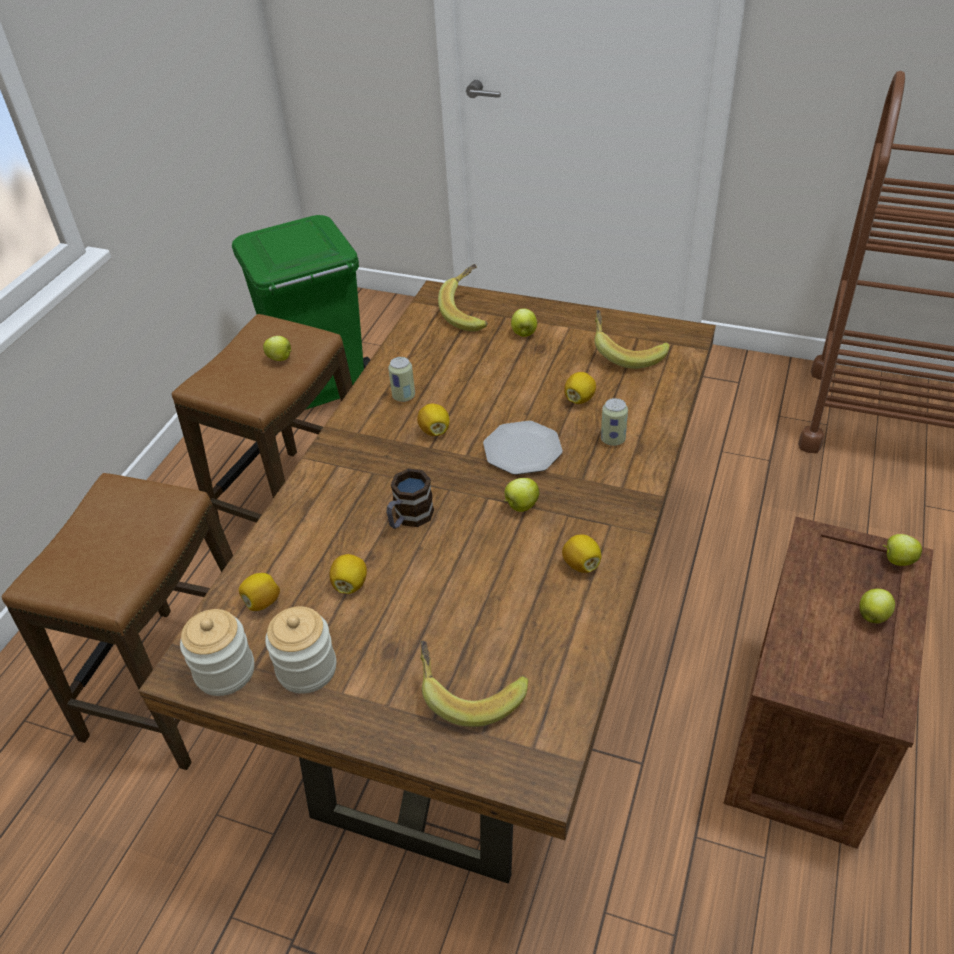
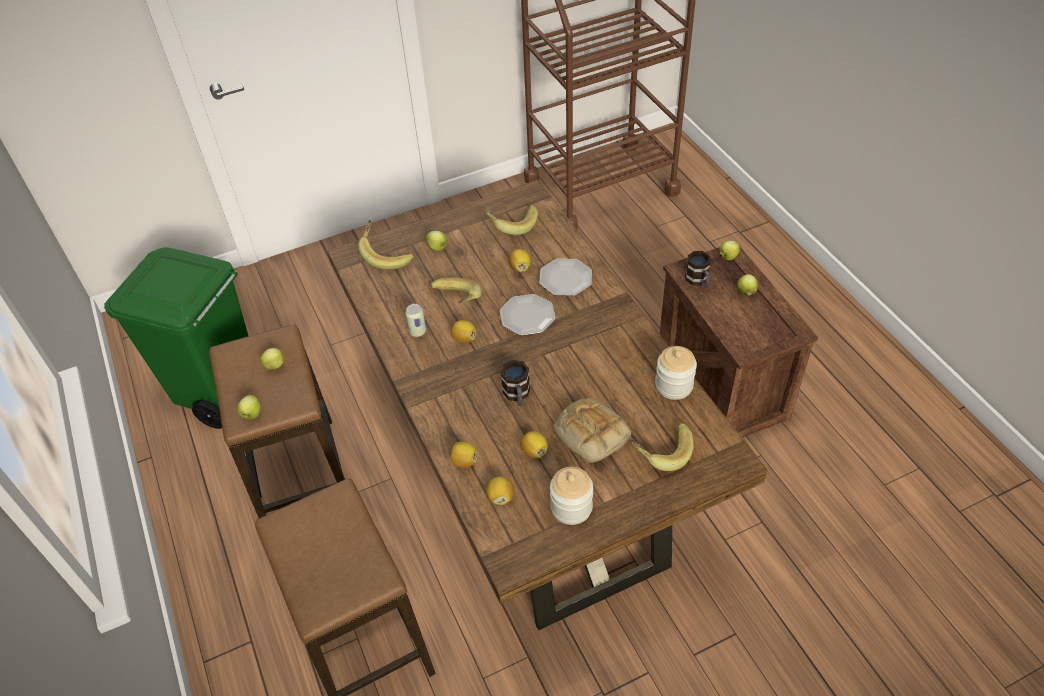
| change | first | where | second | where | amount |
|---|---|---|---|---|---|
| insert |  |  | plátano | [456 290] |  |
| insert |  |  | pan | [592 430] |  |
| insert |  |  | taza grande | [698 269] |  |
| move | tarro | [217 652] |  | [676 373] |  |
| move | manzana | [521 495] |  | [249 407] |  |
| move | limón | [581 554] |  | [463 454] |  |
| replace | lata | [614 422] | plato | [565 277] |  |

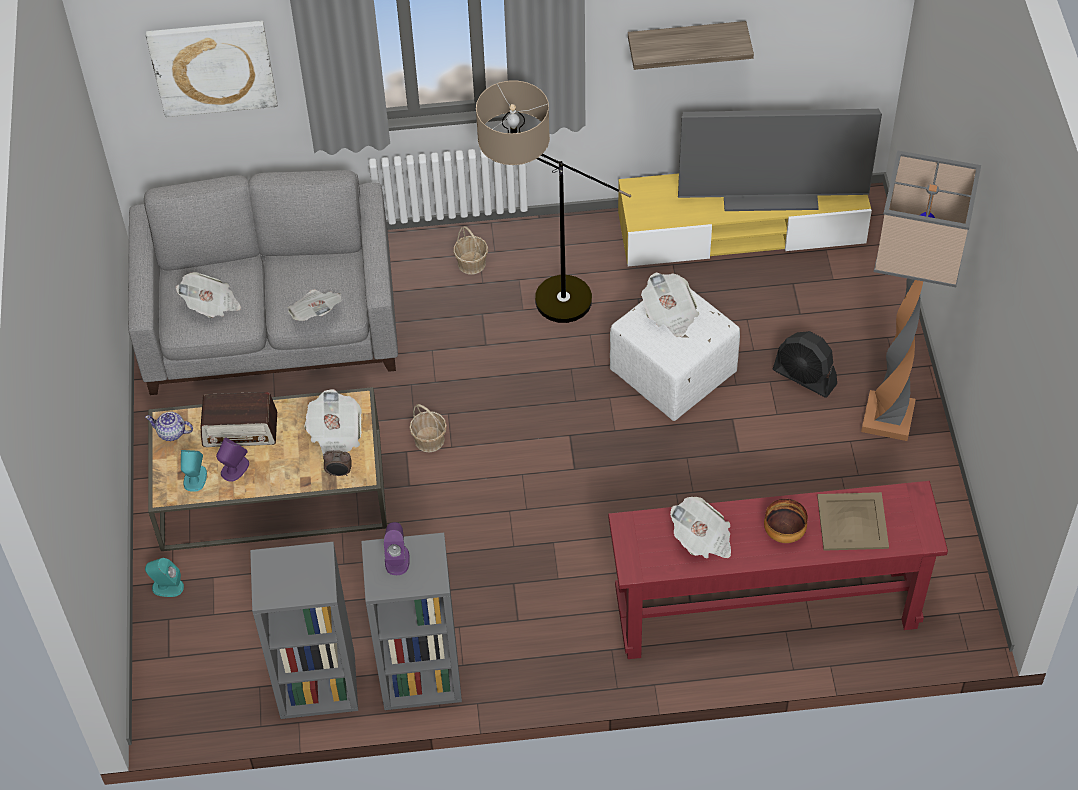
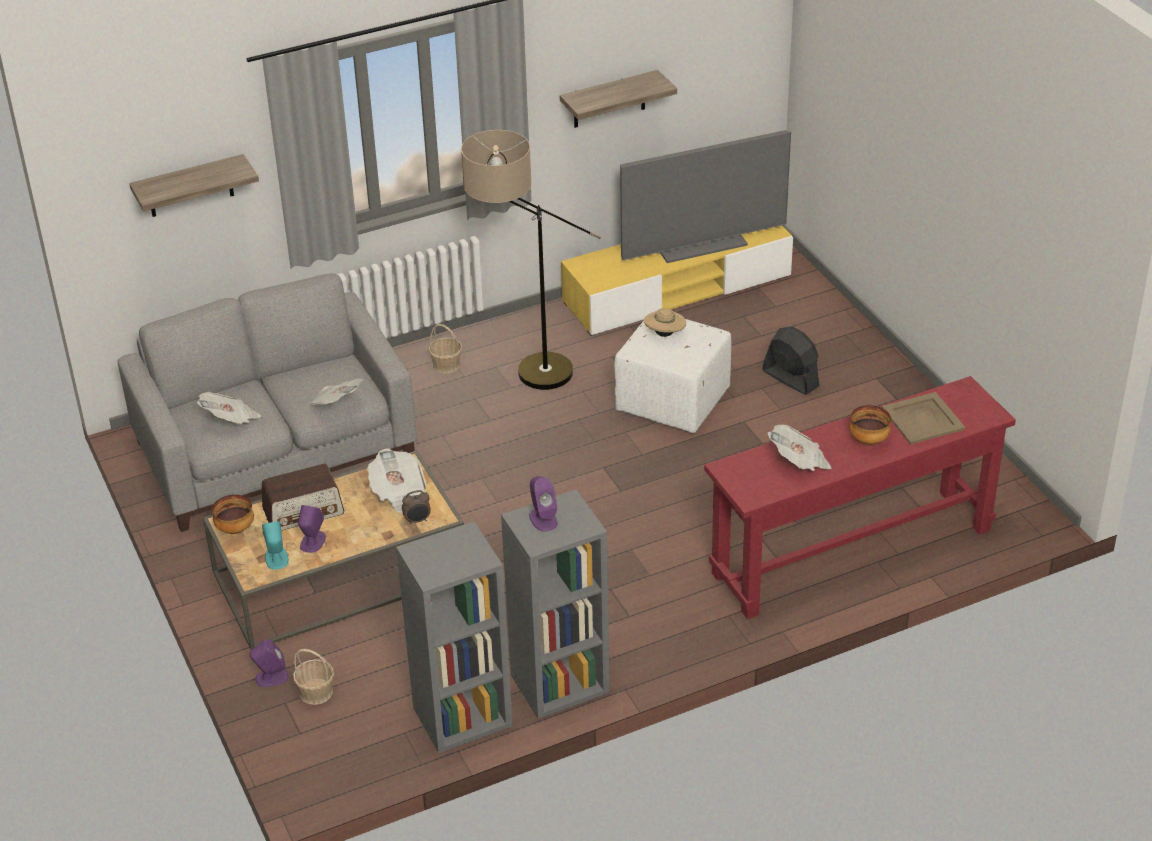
| change | first | where | second | where | amount |
|---|---|---|---|---|---|
| delete | lámpara de pie | [921 296] |  |  |  |
| move | cesta | [428 428] |  | [313 677] |  |
| replace | tetera | [169 426] | cuenco | [233 514] |  |
| replace | cuadro | [212 69] | estante | [194 185] |  |
| replace | periódico | [670 304] | sombrero/beis | [665 322] |  |
| recolor | altavoz/turquesa | [164 577] | altavoz/morado | [269 663] |  |
| rotate | ventilador/negro | [805 364] |  | [791 361] | 150 degrees counterclockwise |

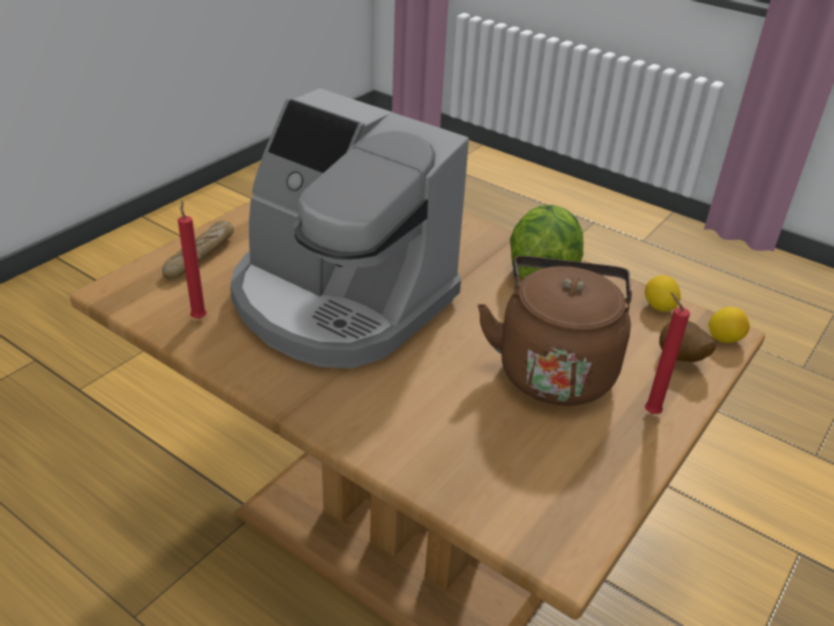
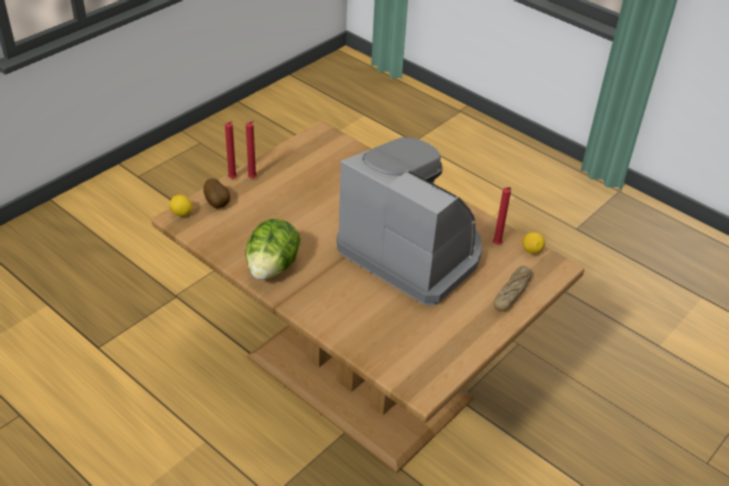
| change | first | where | second | where | amount |
|---|---|---|---|---|---|
| delete | hervidor/marrón | [555 331] |  |  |  |
| insert |  |  | vela/rojo | [231 150] |  |
| move | limón | [663 293] |  | [534 243] |  |

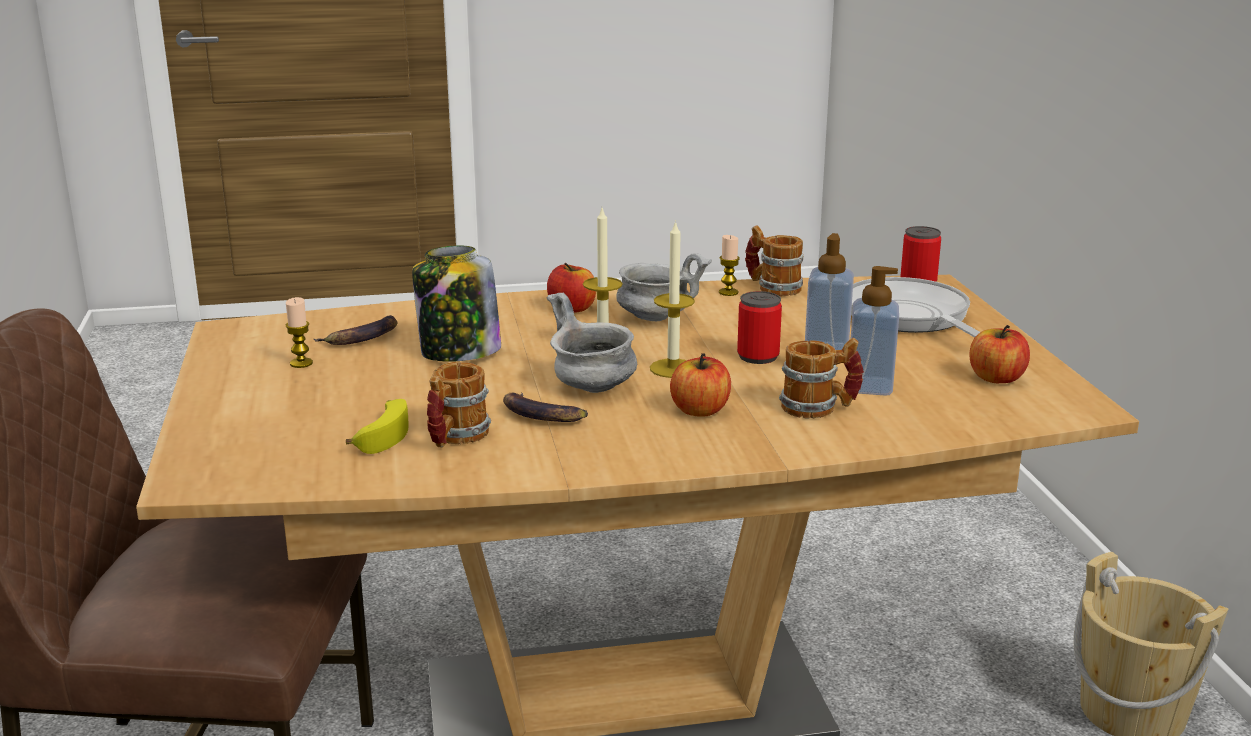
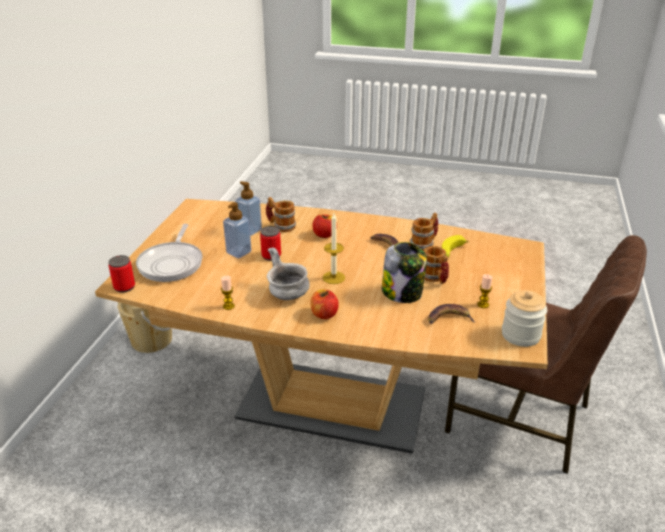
| change | first | where | second | where | amount |
|---|---|---|---|---|---|
| delete | cuenco/gris | [592 343] |  |  |  |
| delete | vela | [672 299] |  |  |  |
| delete | manzana | [999 354] |  |  |  |
| insert |  |  | tarro | [524 318] |  |
| move | taza grande | [774 260] |  | [436 265] |  |

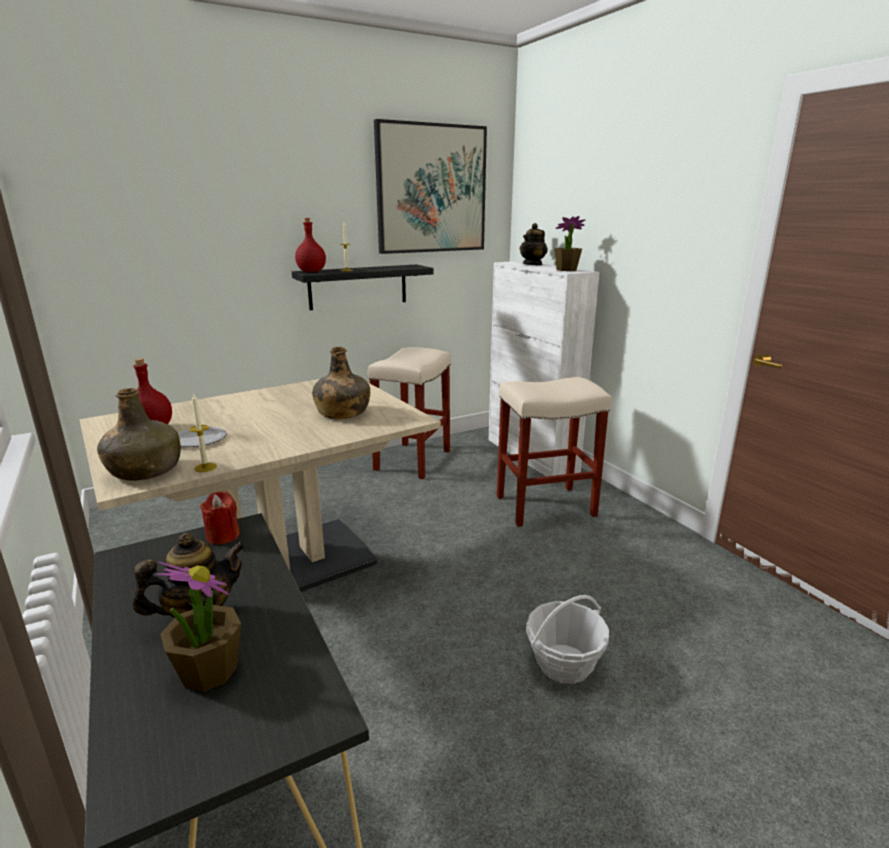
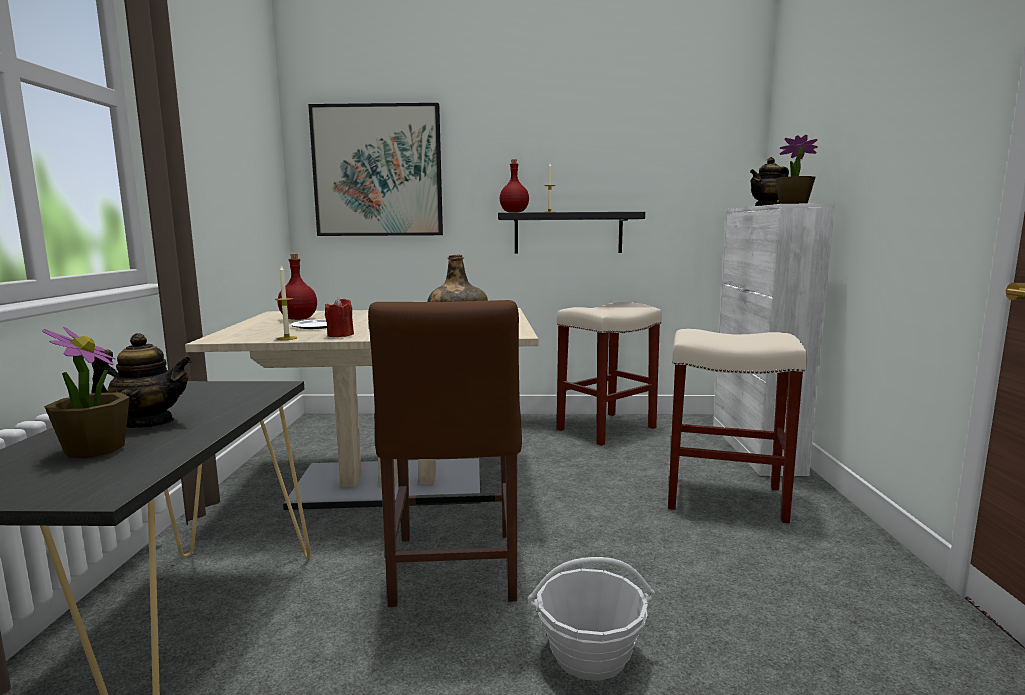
| change | first | where | second | where | amount |
|---|---|---|---|---|---|
| delete | botella/verde | [139 434] |  |  |  |
| insert |  |  | silla/marrón | [445 453] |  |
| move | vela/rojo | [220 518] |  | [339 317] |  |
| move | cuadro | [430 186] |  | [375 169] |  |

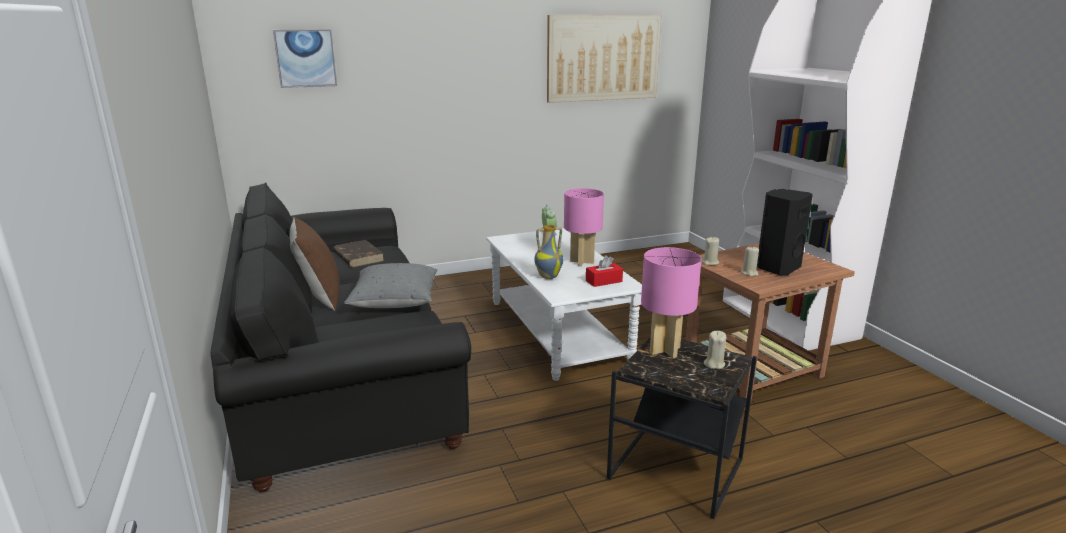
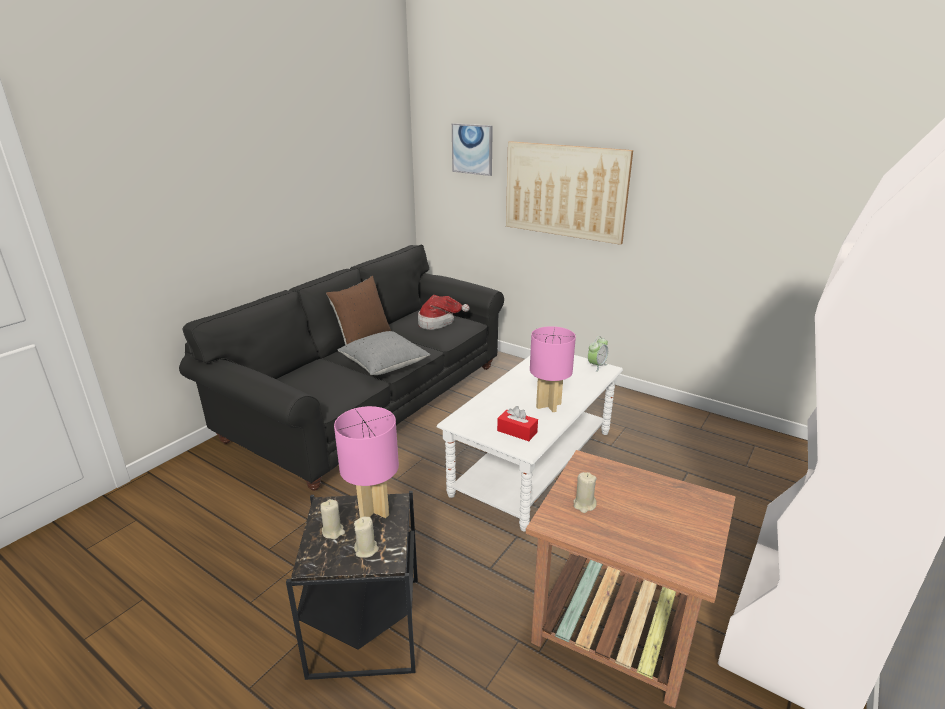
| change | first | where | second | where | amount |
|---|---|---|---|---|---|
| delete | florero | [548 252] |  |  |  |
| delete | altavoz/negro | [785 232] |  |  |  |
| move | cuadro | [604 59] |  | [569 193] |  |
| move | vela/beis | [710 251] |  | [332 519] |  |
| replace | libro/marrón | [358 253] | sombrero | [443 312] |  |

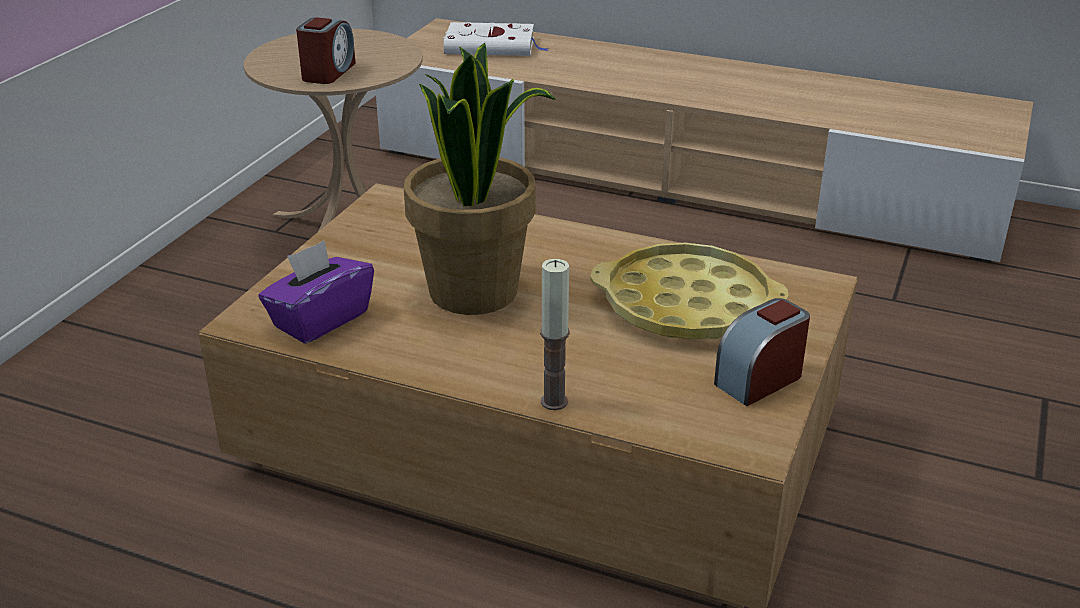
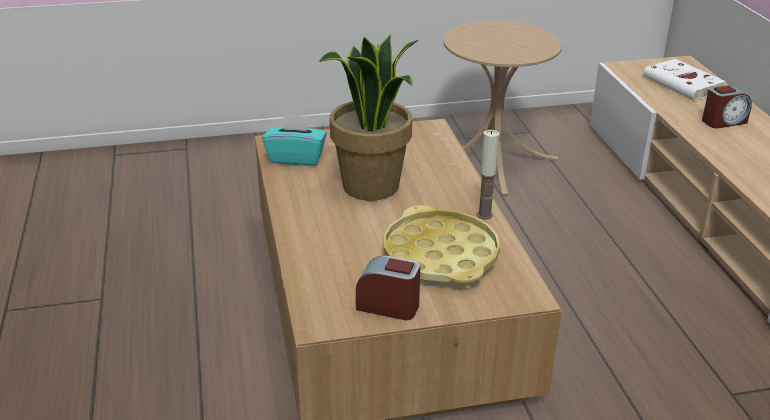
| change | first | where | second | where | amount |
|---|---|---|---|---|---|
| move | despertador | [326 50] |  | [727 106] |  |
| move | vela | [555 334] |  | [488 174] |  |
| recolor | caja de pañuelos/morado | [316 292] | caja de pañuelos/turquesa | [294 140] |  |

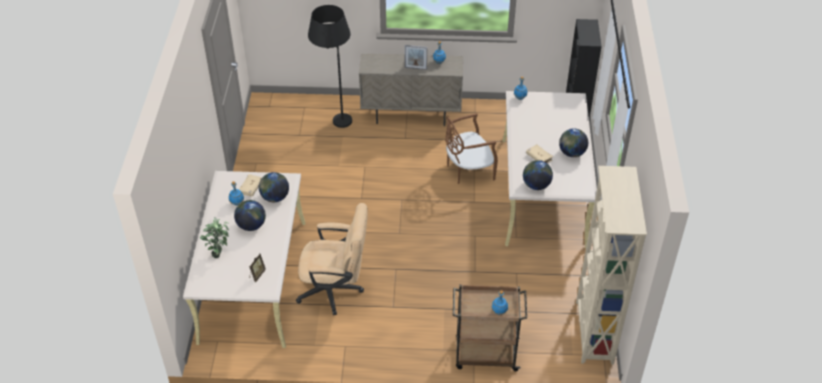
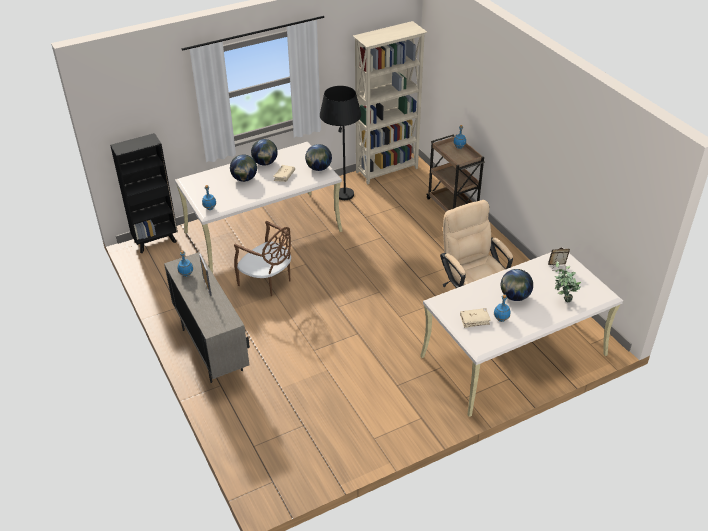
| change | first | where | second | where | amount |
|---|---|---|---|---|---|
| move | globo terráqueo | [274 187] |  | [243 168] |  |
| move | lámpara de pie/negro | [330 66] |  | [340 143] |  |

